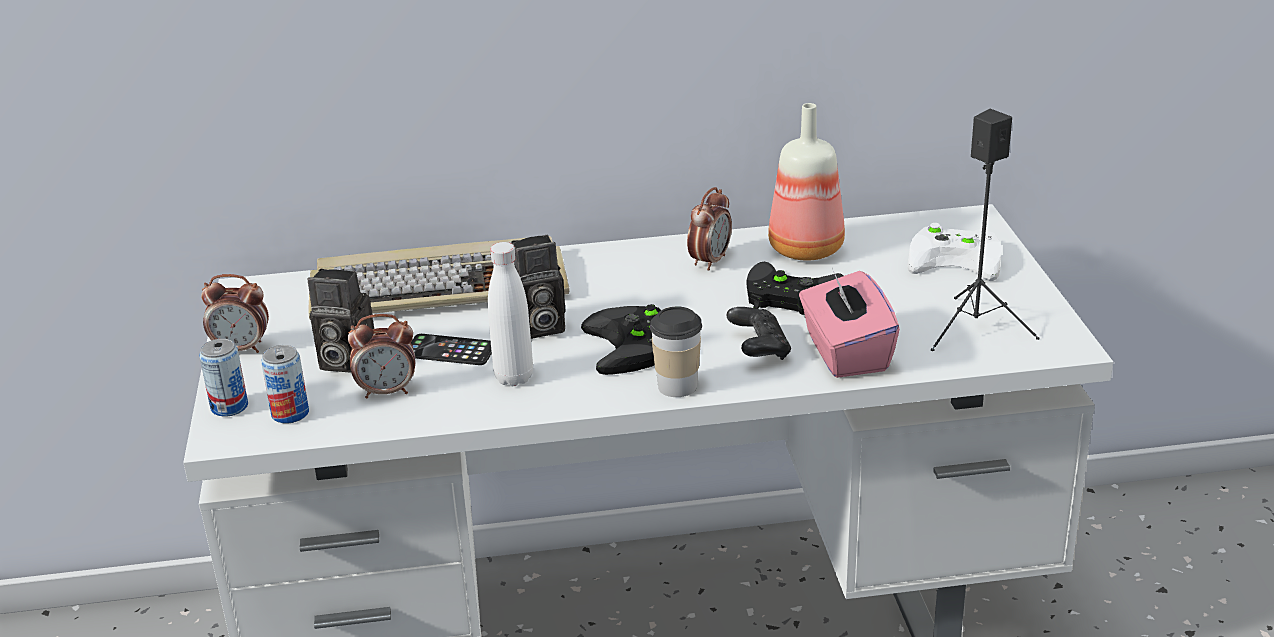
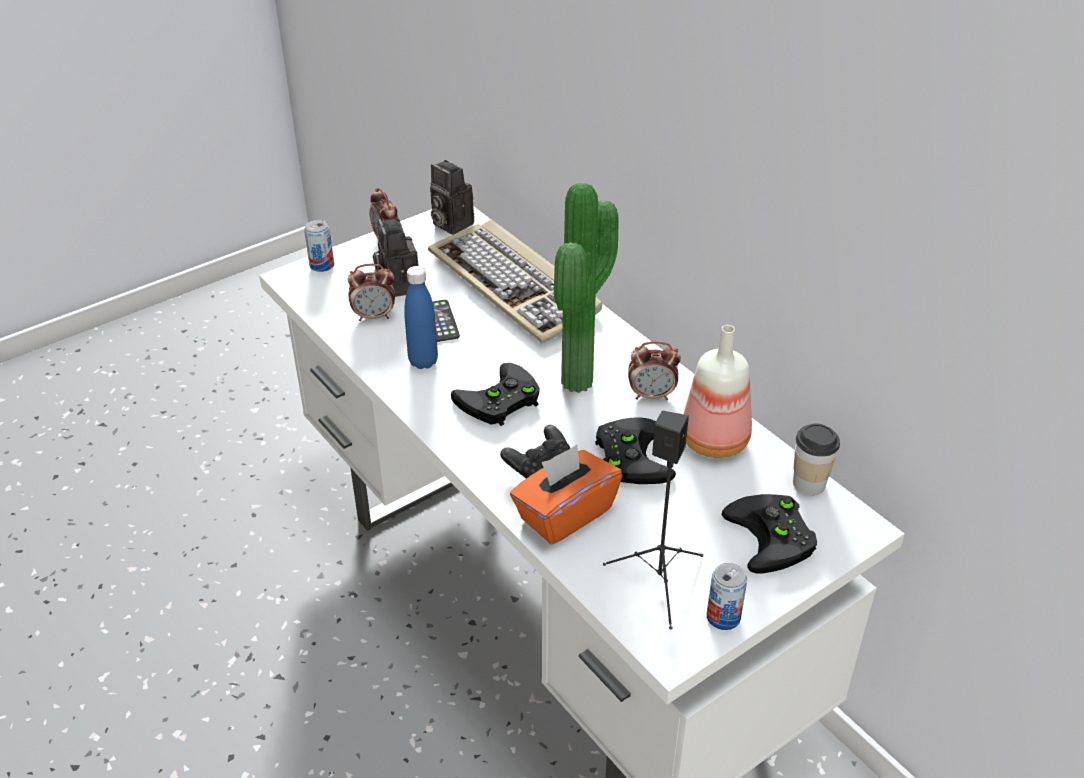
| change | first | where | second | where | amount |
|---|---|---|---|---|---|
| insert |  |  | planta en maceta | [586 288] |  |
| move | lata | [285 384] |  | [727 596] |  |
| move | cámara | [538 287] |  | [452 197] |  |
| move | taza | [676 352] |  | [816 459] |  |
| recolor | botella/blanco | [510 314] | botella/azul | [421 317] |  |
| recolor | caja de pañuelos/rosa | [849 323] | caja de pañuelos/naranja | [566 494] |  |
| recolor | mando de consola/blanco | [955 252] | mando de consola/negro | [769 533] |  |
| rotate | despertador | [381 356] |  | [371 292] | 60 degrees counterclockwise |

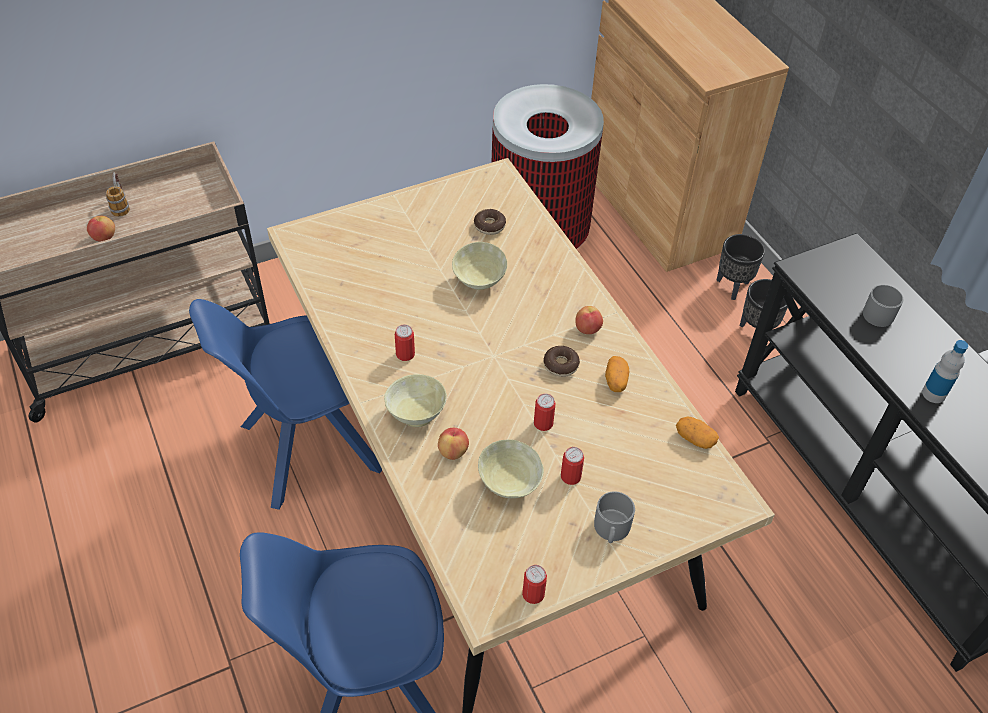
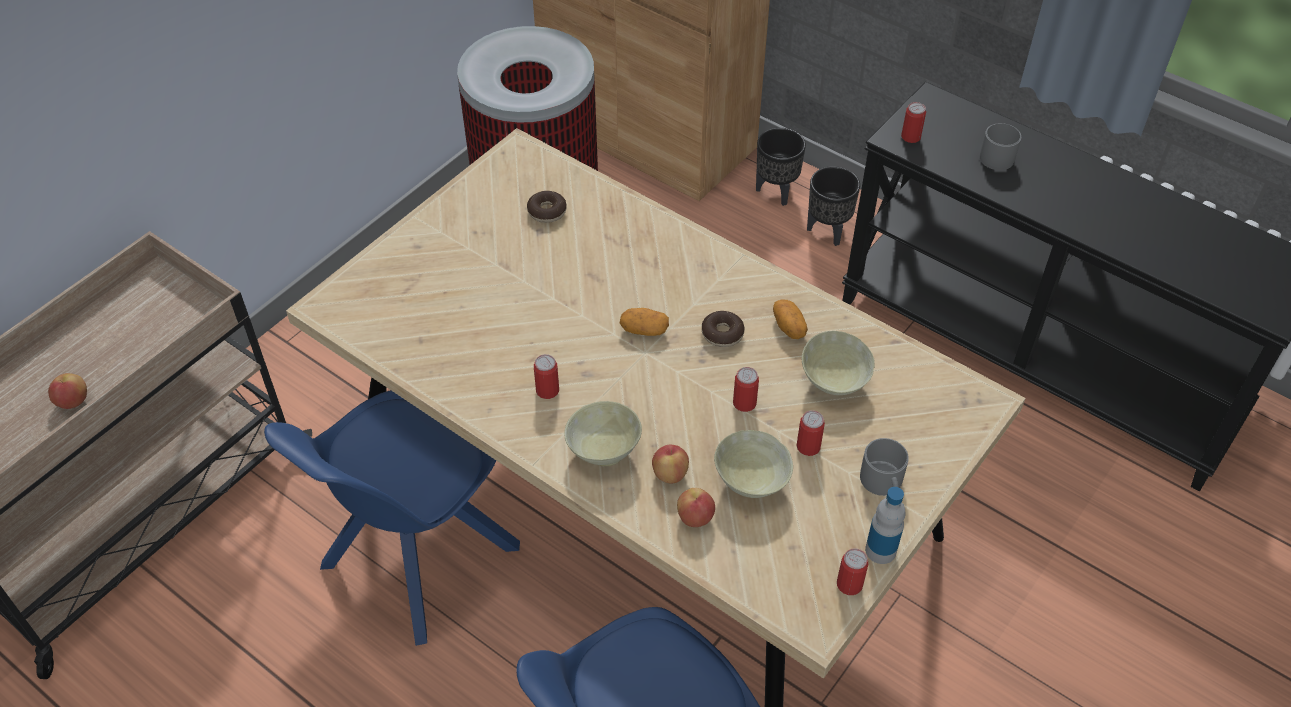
| change | first | where | second | where | amount |
|---|---|---|---|---|---|
| delete | taza grande | [118 194] |  |  |  |
| insert |  |  | lata | [913 122] |  |
| move | cuenco/beis | [479 266] |  | [838 363] |  |
| move | manzana | [589 320] |  | [696 507] |  |
| move | patata | [697 432] |  | [644 322] |  |
| move | botella | [945 371] |  | [885 525] |  |

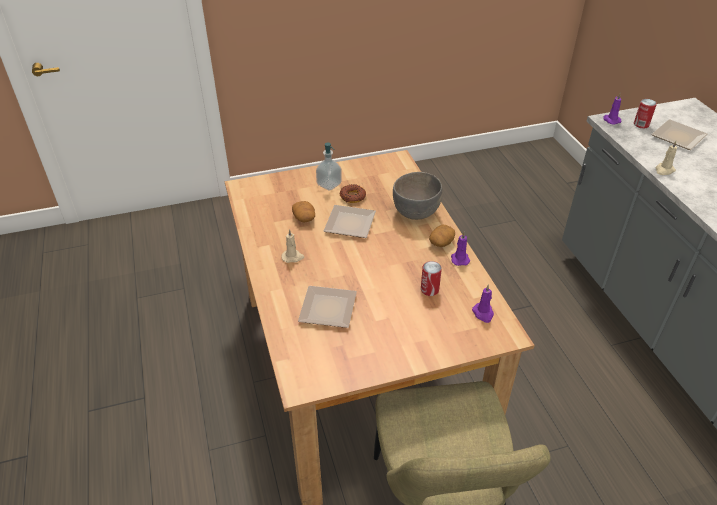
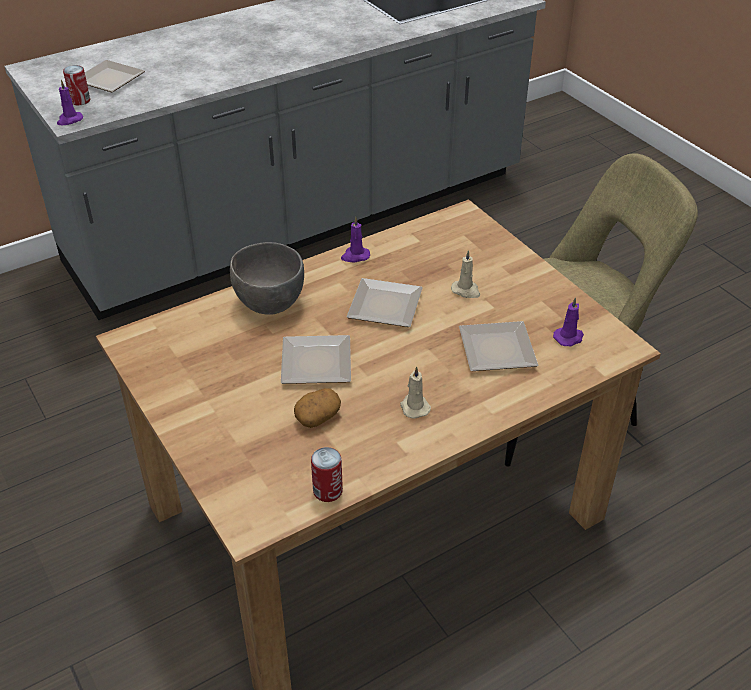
| change | first | where | second | where | amount |
|---|---|---|---|---|---|
| delete | dispensador de jabón | [329 166] |  |  |  |
| delete | rosquilla | [353 193] |  |  |  |
| delete | patata | [442 236] |  |  |  |
| insert |  |  | plato | [385 302] |  |
| move | lata | [431 278] |  | [327 474] |  |
| move | vela/morado | [483 303] |  | [568 321] |  |
| move | vela/beis | [666 158] |  | [465 274] |  |

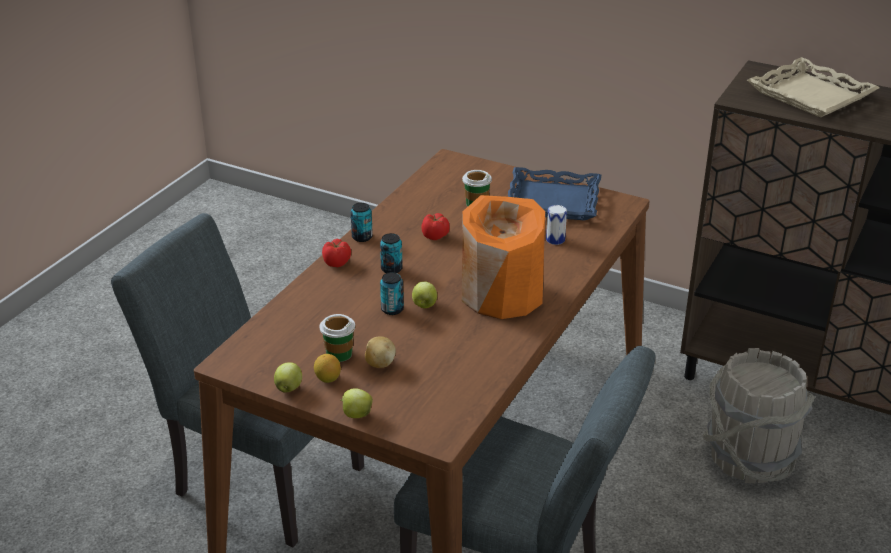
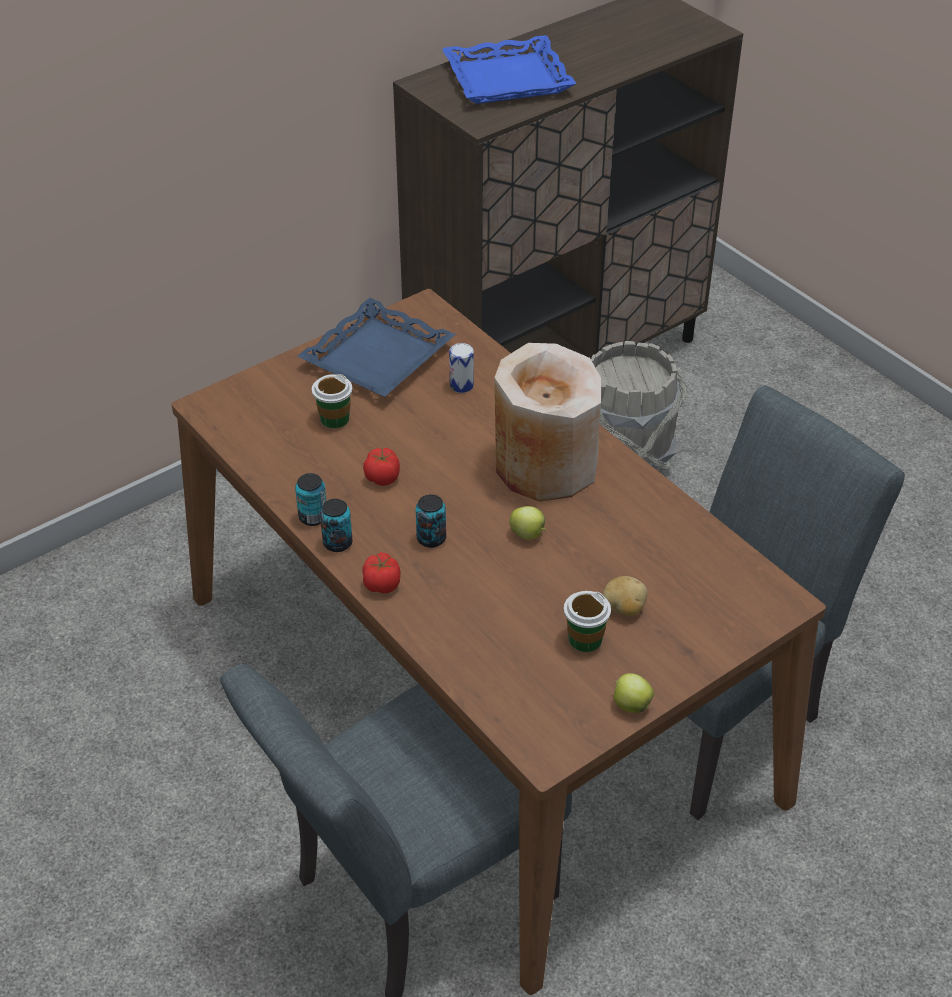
| change | first | where | second | where | amount |
|---|---|---|---|---|---|
| delete | limón | [327 368] |  |  |  |
| delete | manzana | [356 403] |  |  |  |
| move | lata | [392 293] |  | [310 499] |  |
| recolor | florero/naranja | [503 257] | florero/beis | [547 422] |  |
| recolor | bandeja/beis | [813 87] | bandeja/azul | [509 69] |  |

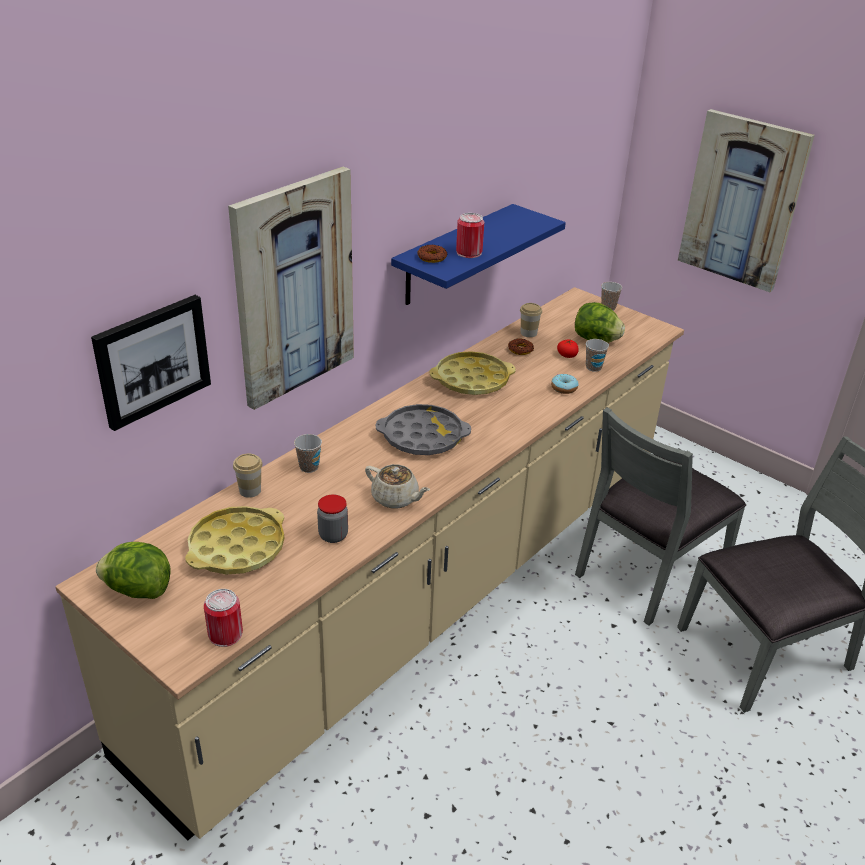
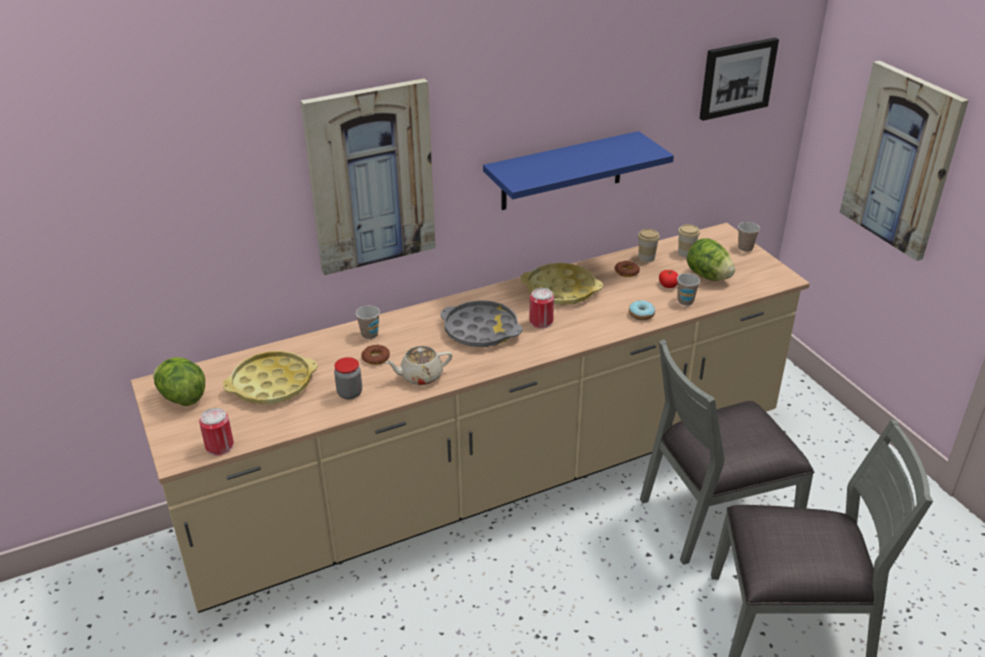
| change | first | where | second | where | amount |
|---|---|---|---|---|---|
| move | cuadro | [151 363] |  | [739 79] |  |
| move | taza | [248 476] |  | [689 241] |  |
| move | rosquilla | [432 254] |  | [375 355] |  |
| move | lata | [470 235] |  | [541 308] |  |
| rotate | tetera/beis | [397 486] |  | [418 365] | 105 degrees clockwise |

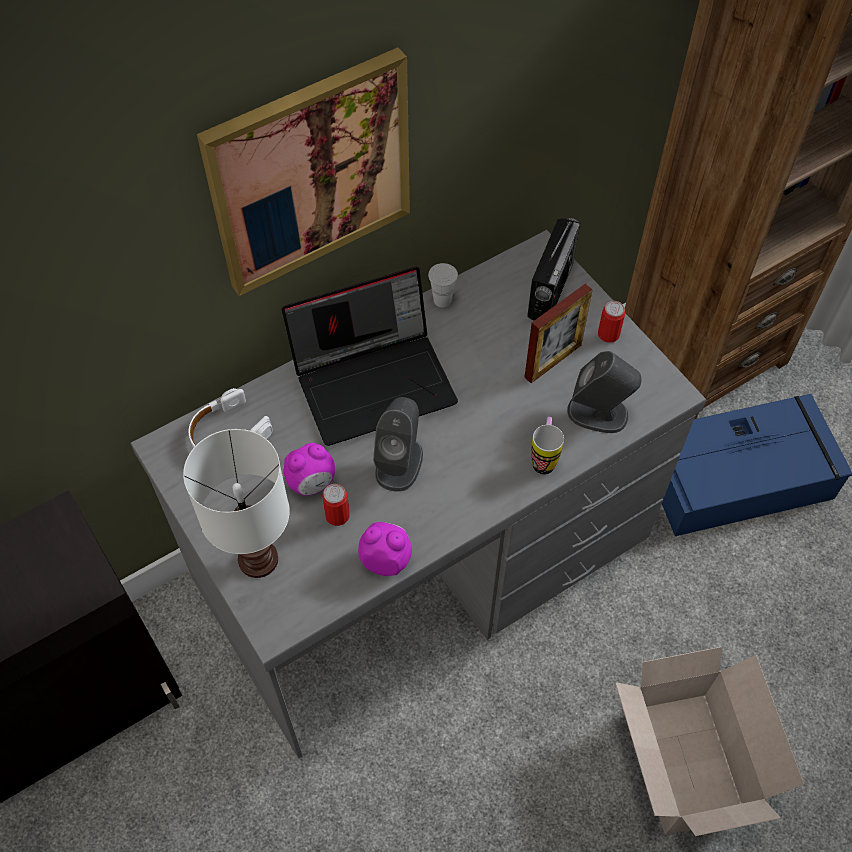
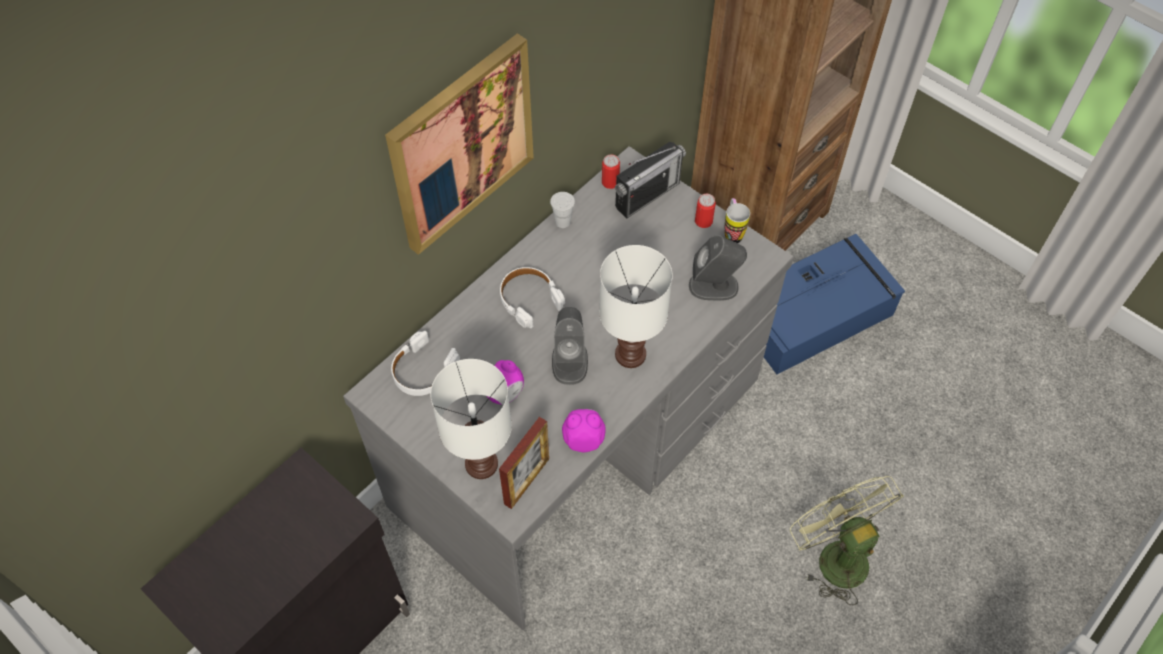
| change | first | where | second | where | amount |
|---|---|---|---|---|---|
| insert |  |  | lámpara de mesa/blanco | [636 306] |  |
| move | lata | [336 505] |  | [611 171] |  |
| move | portarretratos | [558 333] |  | [524 463] |  |
| move | taza grande | [547 446] |  | [737 221] |  |
| replace | portátil | [370 356] | auriculares/blanco | [532 297] |  |
| replace | caja de cartón | [709 741] | ventilador/verde | [847 540] |  |
| rotate | radio | [553 269] |  | [650 180] | 45 degrees clockwise |

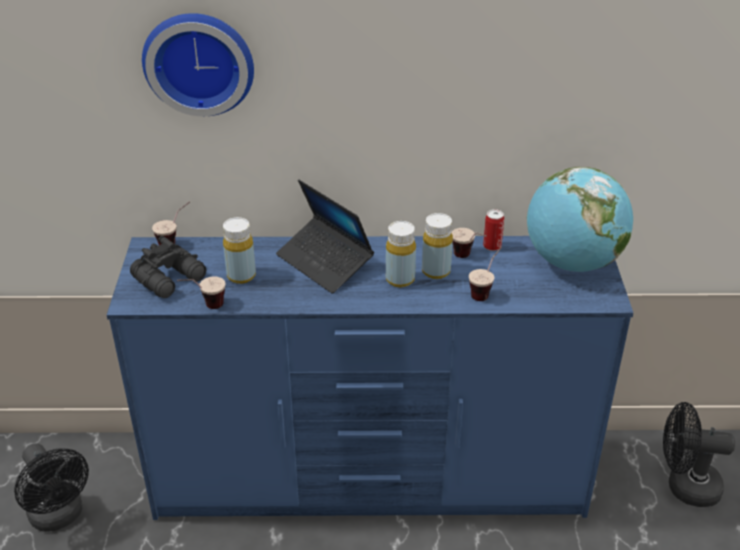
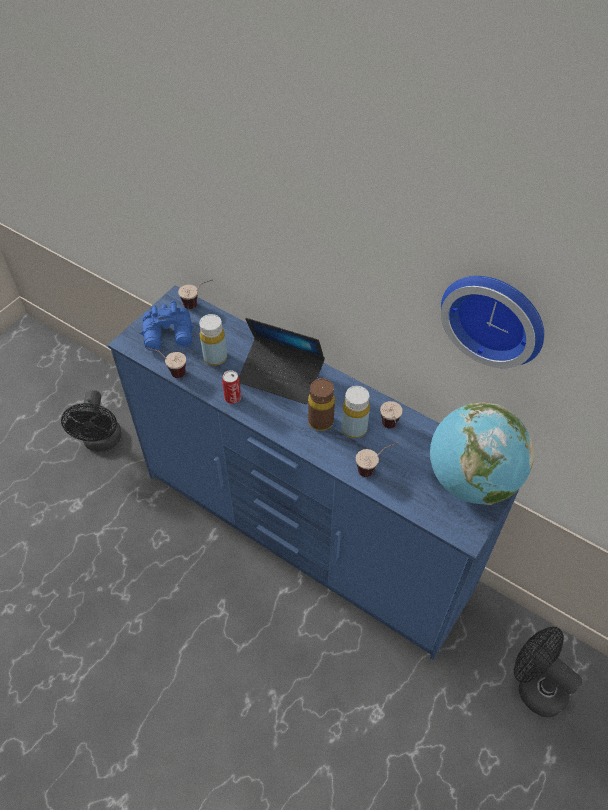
| change | first | where | second | where | amount |
|---|---|---|---|---|---|
| move | reloj de pared | [198 64] |  | [492 322] |  |
| move | lata | [493 230] |  | [231 387] |  |
| recolor | prismáticos/negro | [168 267] | prismáticos/azul | [167 326] |  |
| recolor | botella/amarillo | [401 254] | botella/marrón | [321 404] |  |
| rotate | portátil | [325 237] |  | [282 361] | 60 degrees counterclockwise |

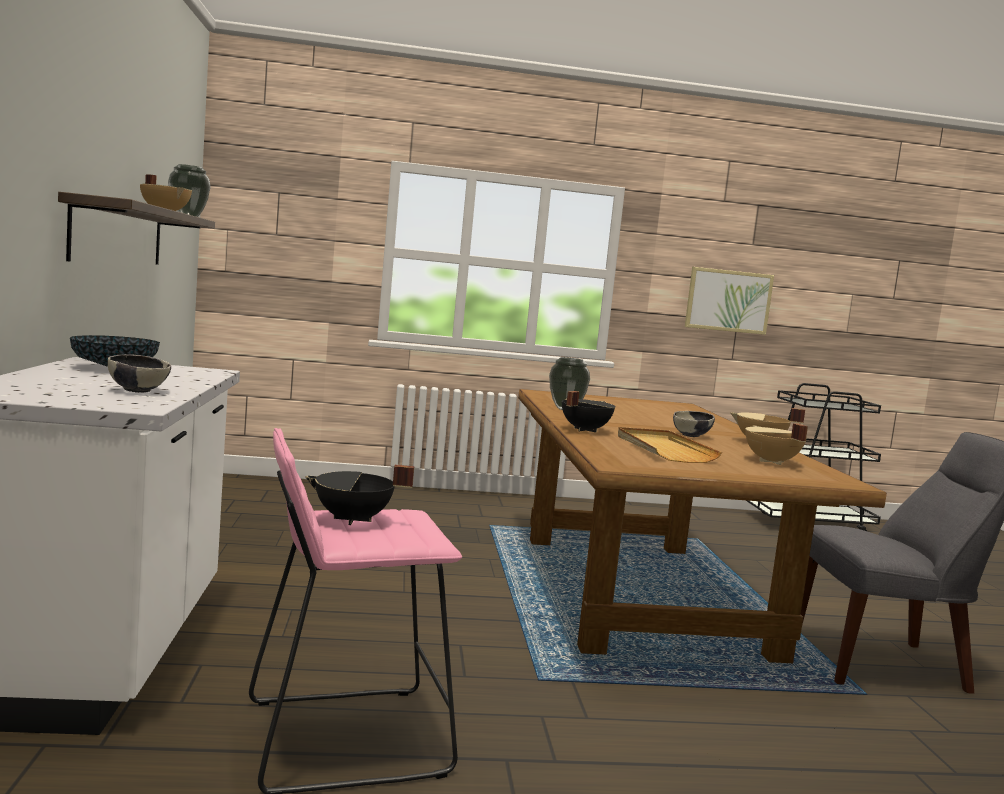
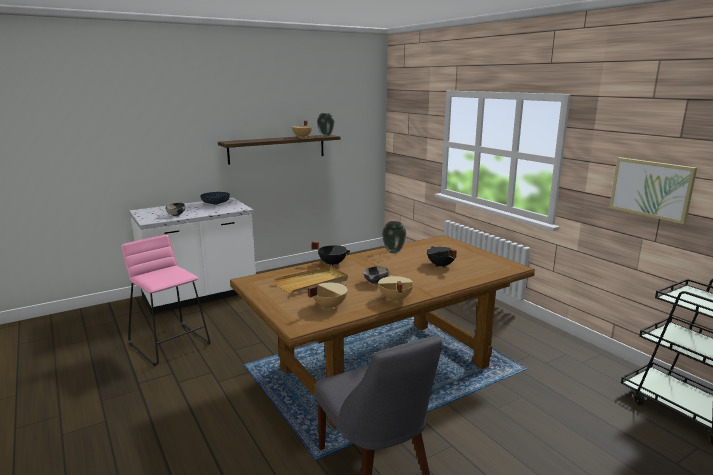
| change | first | where | second | where | amount |
|---|---|---|---|---|---|
| move | olla/negro | [359 495] |  | [442 257] |  |

